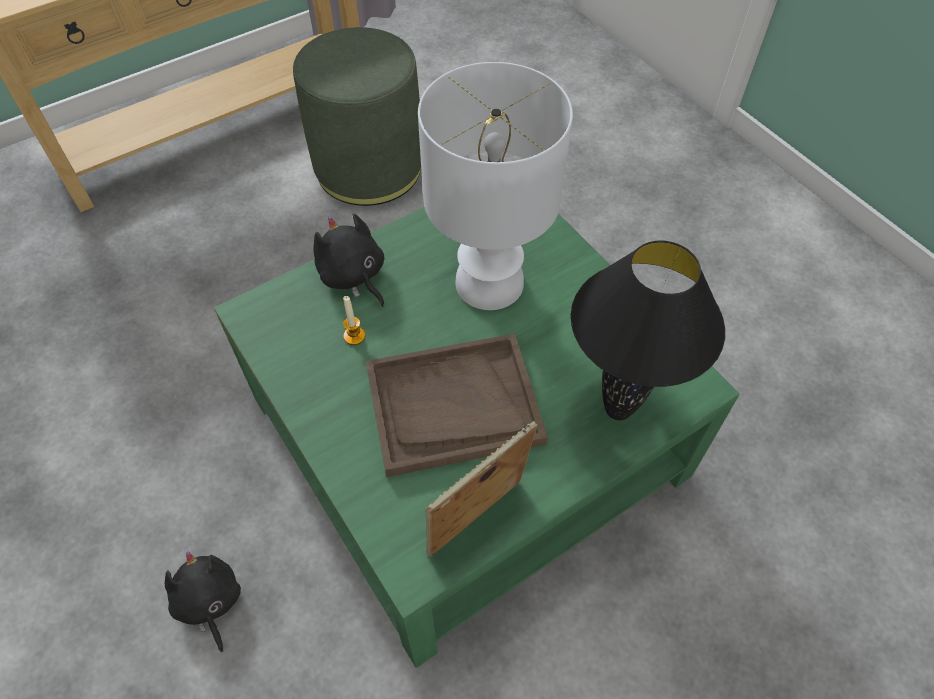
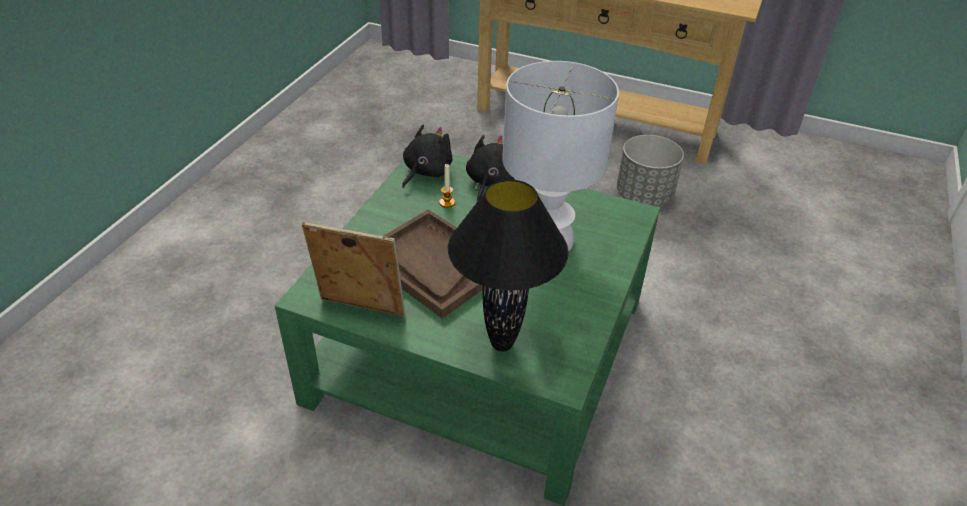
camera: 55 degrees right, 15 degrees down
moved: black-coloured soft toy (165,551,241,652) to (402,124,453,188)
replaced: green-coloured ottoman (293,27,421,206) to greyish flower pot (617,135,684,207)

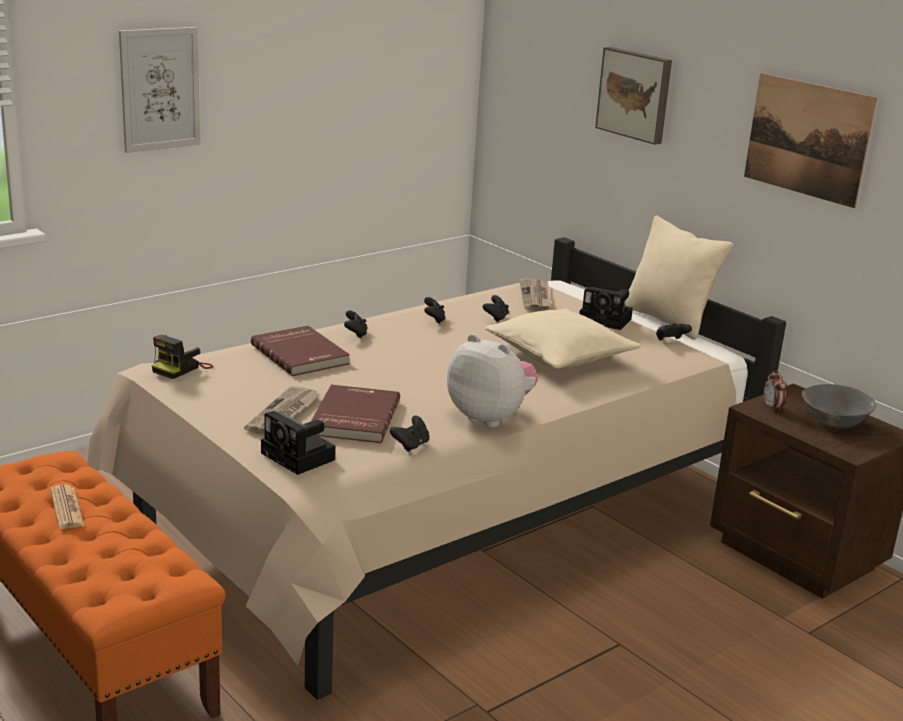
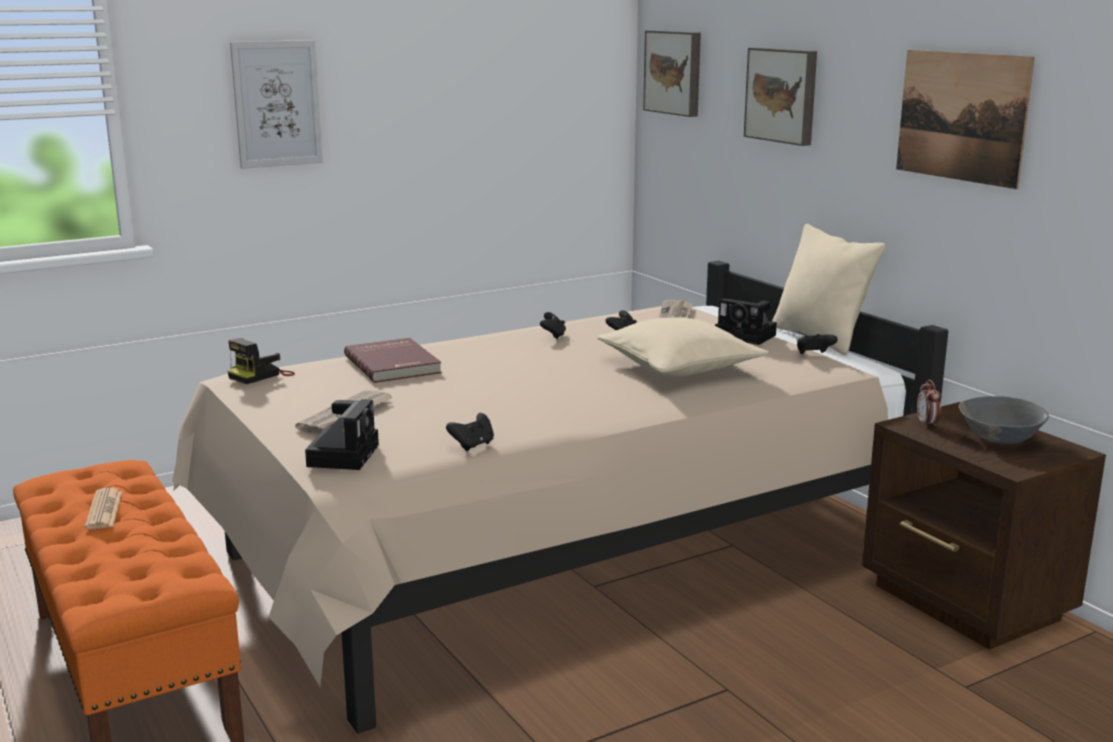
camera: 10 degrees right, 5 degrees down
removed: black-coloured game controller (344,310,367,338); soft toy (447,334,538,428); red volume (311,385,400,443)
added: picture (643,30,701,117)
turned: photo camera (261,411,336,475) = (305,399,379,470) 135 degrees counterclockwise

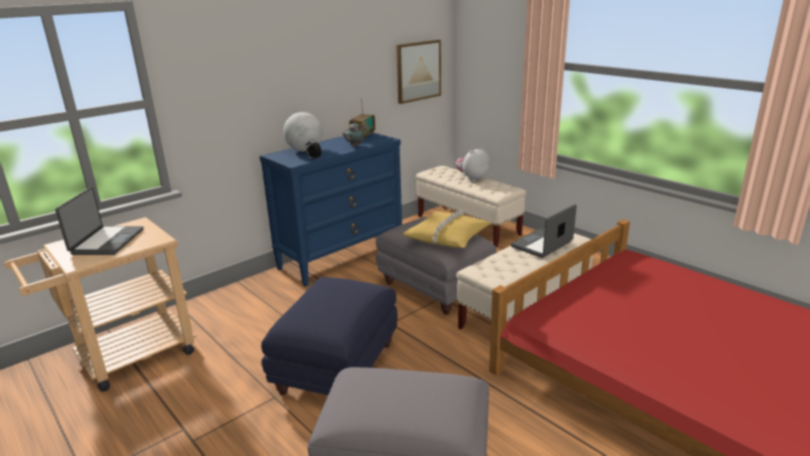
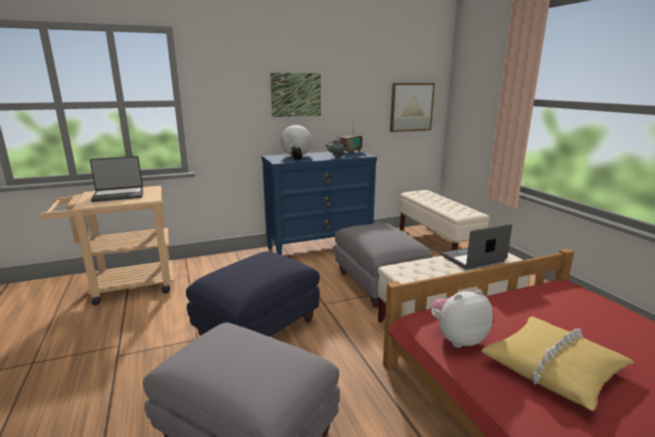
camera: 20 degrees right, 5 degrees down
added: picture (270,73,321,117)
moved: soft toy (455,147,490,181) to (430,289,493,348); yellow-coloured throw pillow (403,210,492,248) to (481,316,635,411)
turned: notebook computer (55,187,144,255) = (90,156,143,202) 45 degrees clockwise

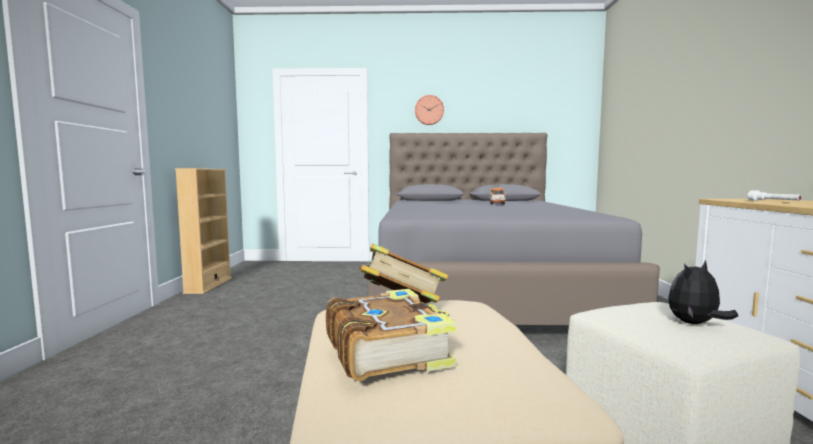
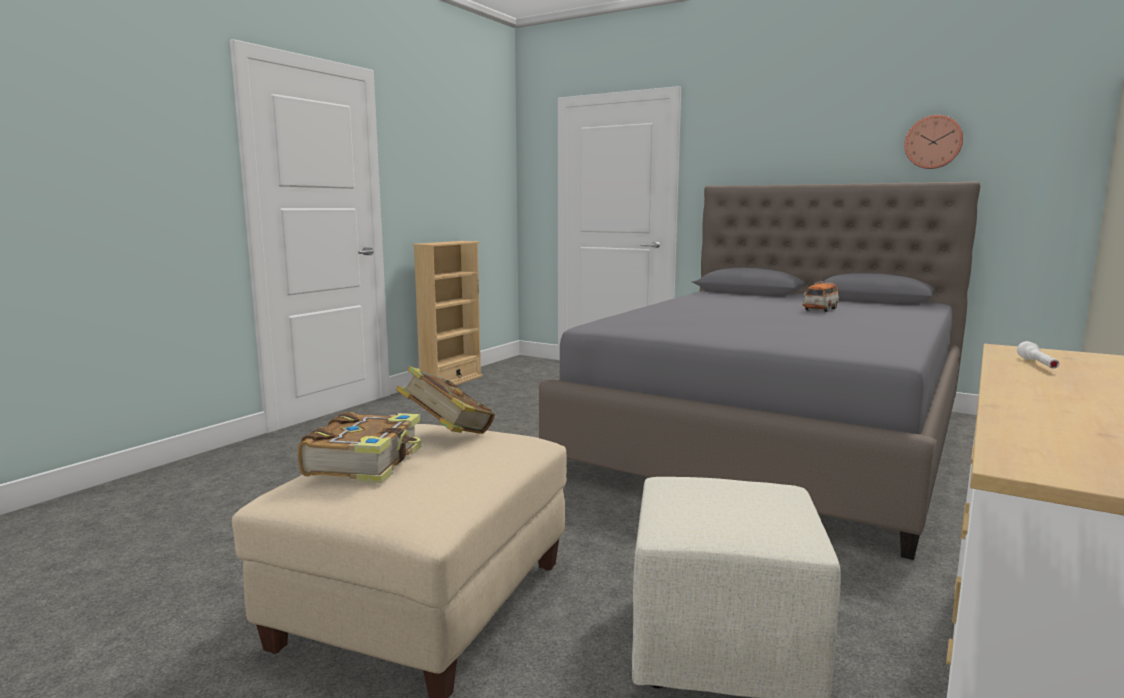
camera: 30 degrees right, 5 degrees up
removed: soft toy (668,260,738,324)
moved: clock on the wall (415,95,444,125) to (904,115,963,169)

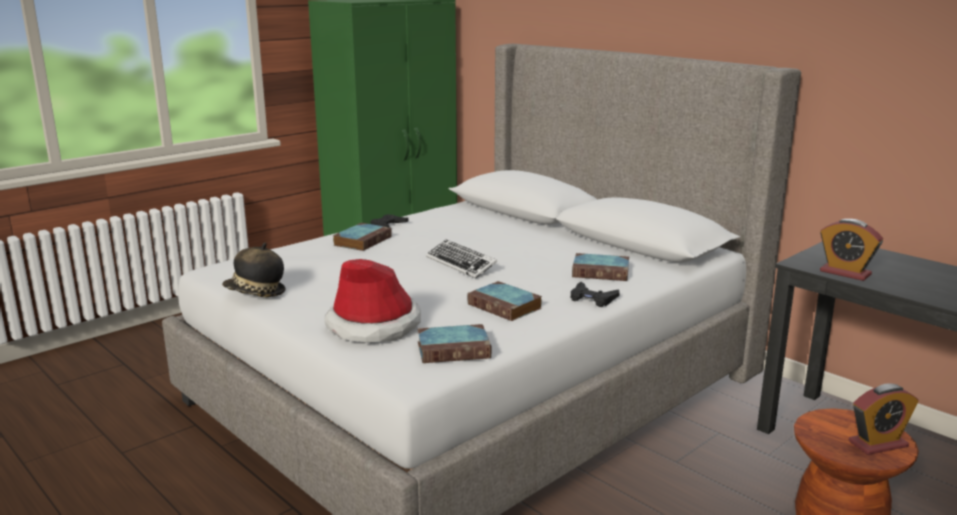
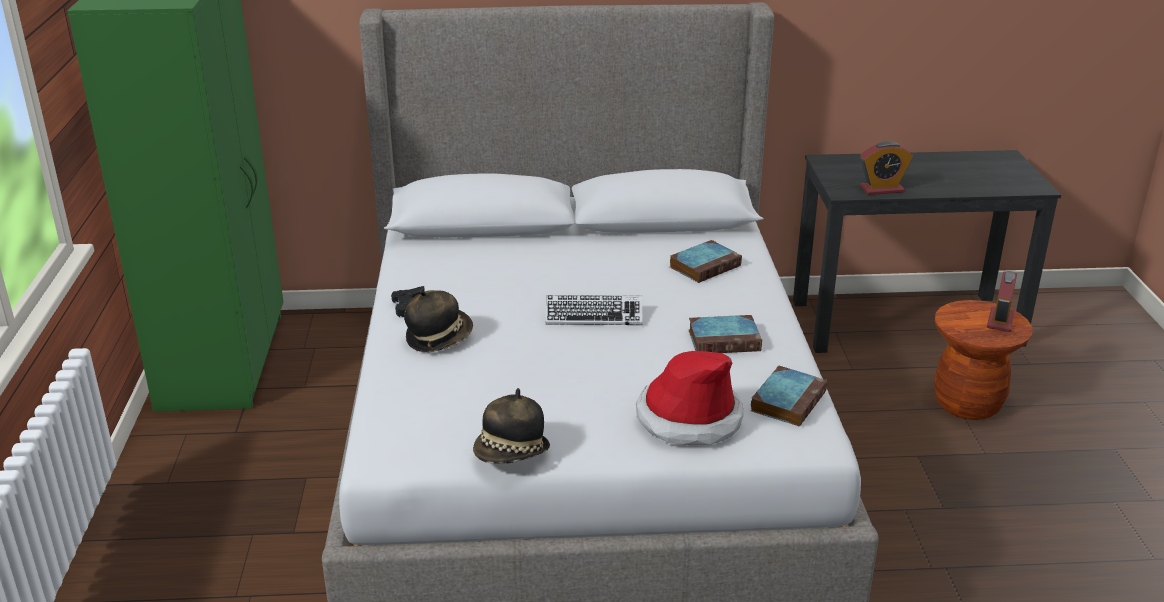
camera: 50 degrees left, 10 degrees up
removed: black-coloured game controller (571,282,620,307)
replaced: volume (333,223,392,251) to wearable hat (404,290,473,352)

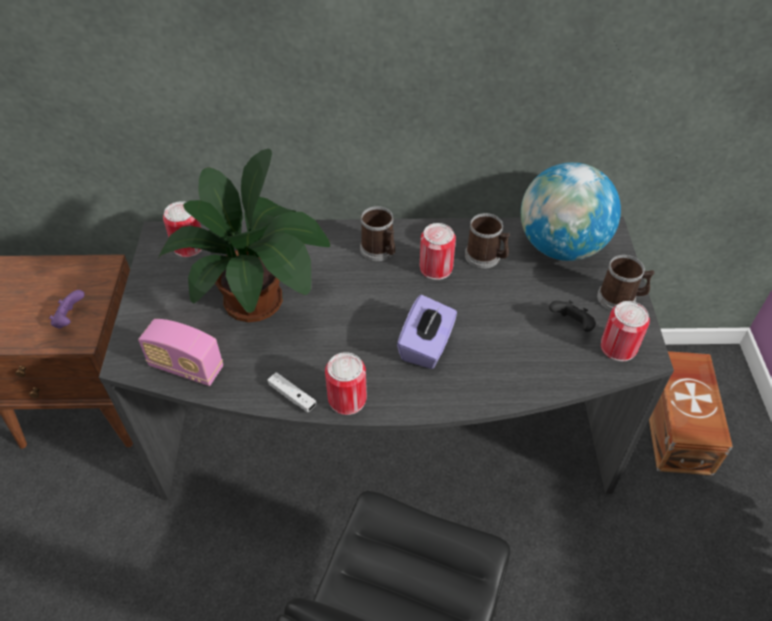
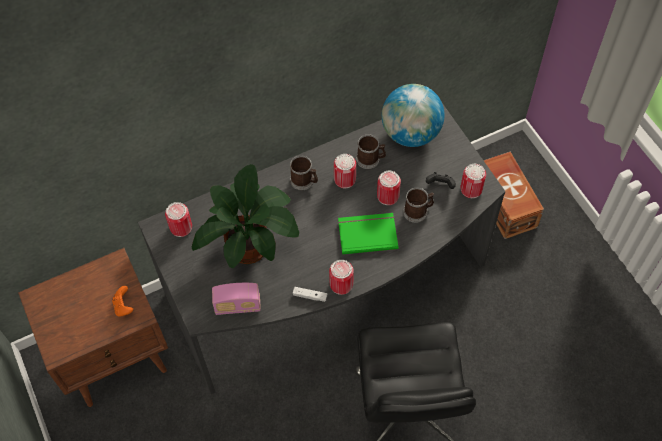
camera: 25 degrees left, 10 degrees up
added: can (377,170,401,205)
moved: tea mug (597,255,654,311) to (403,188,434,223)
replaced: purple box of tissues (397,295,457,369) to green-coloured volume (338,213,398,255)
recoloured: purple game controller (49,290,85,329) to orange-coloured game controller (112,286,133,317)

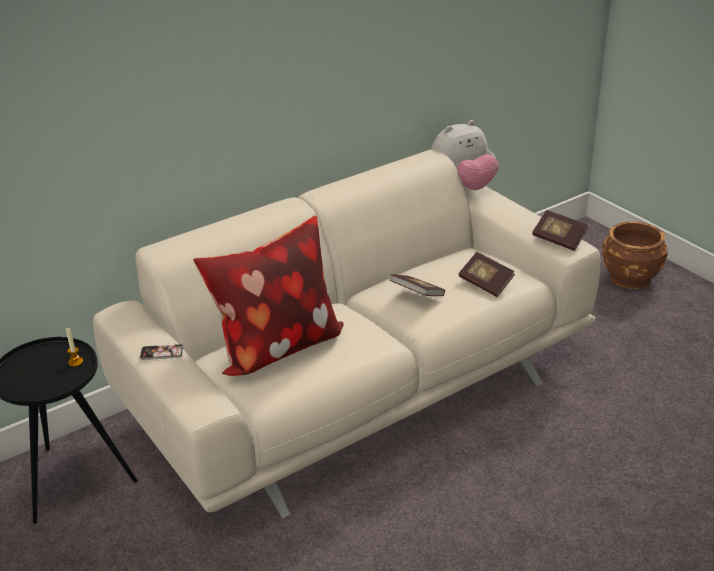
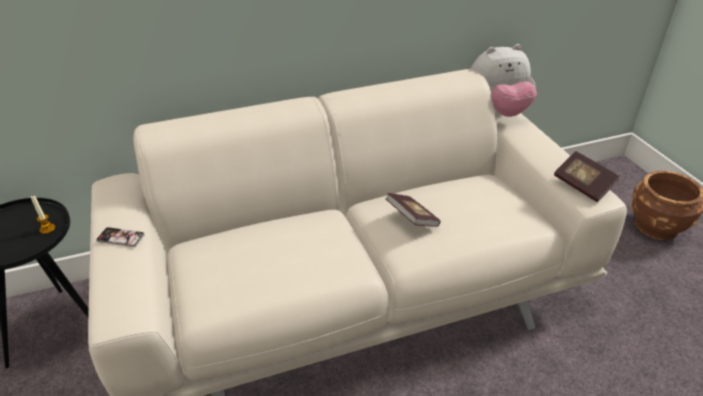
camera: 15 degrees right, 5 degrees up
removed: throw pillow (193,216,344,376); volume (459,252,515,297)

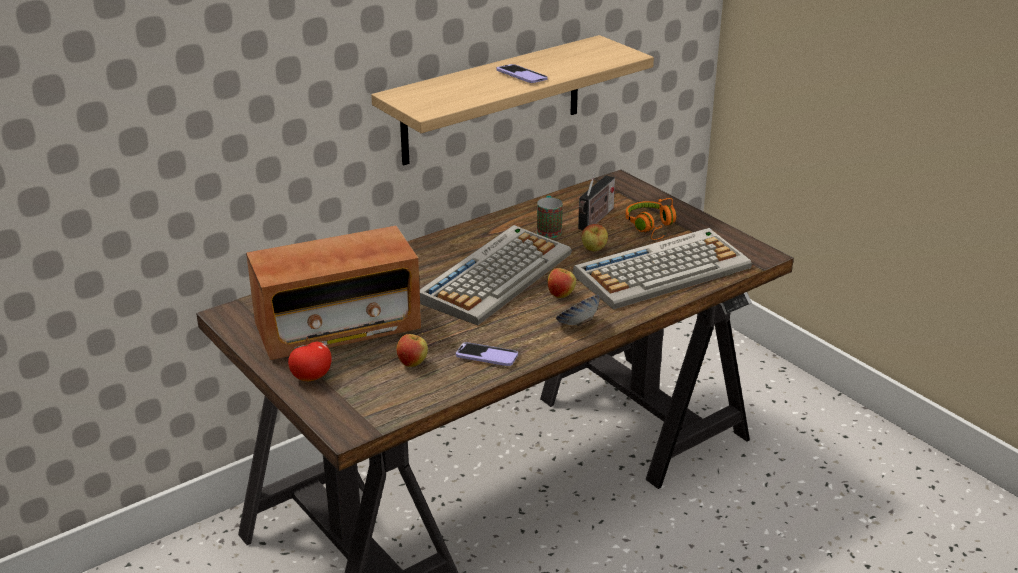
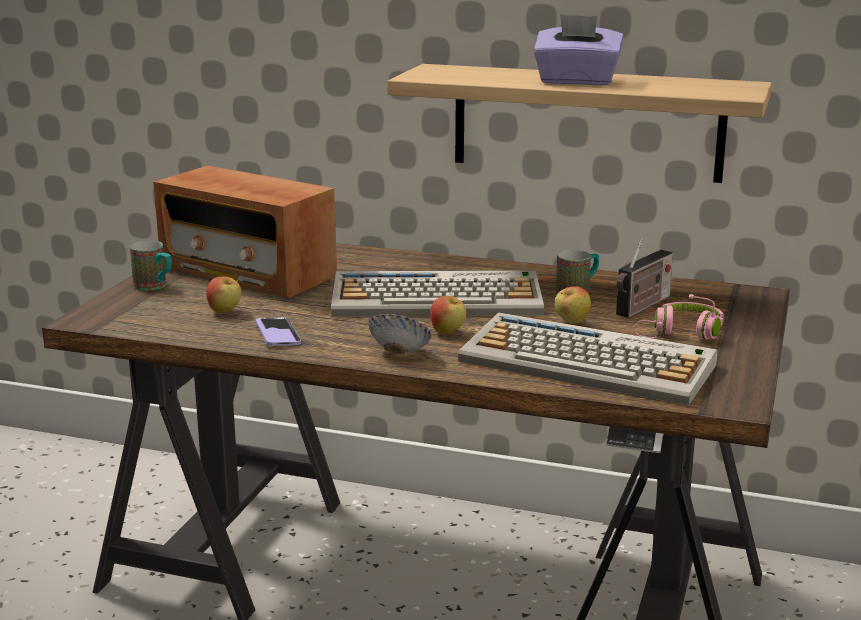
camera: 55 degrees right, 10 degrees down
replaced: handset (496,64,548,83) to purple box of tissues (534,14,623,85); whole apple (288,337,332,381) to tea mug (130,241,172,291)
recoloured: orange-coloured pair of headphones (626,198,677,240) to pink pair of headphones (634,294,724,340)
turned: radio receiver (578,173,615,230) = (616,238,673,318) 45 degrees counterclockwise

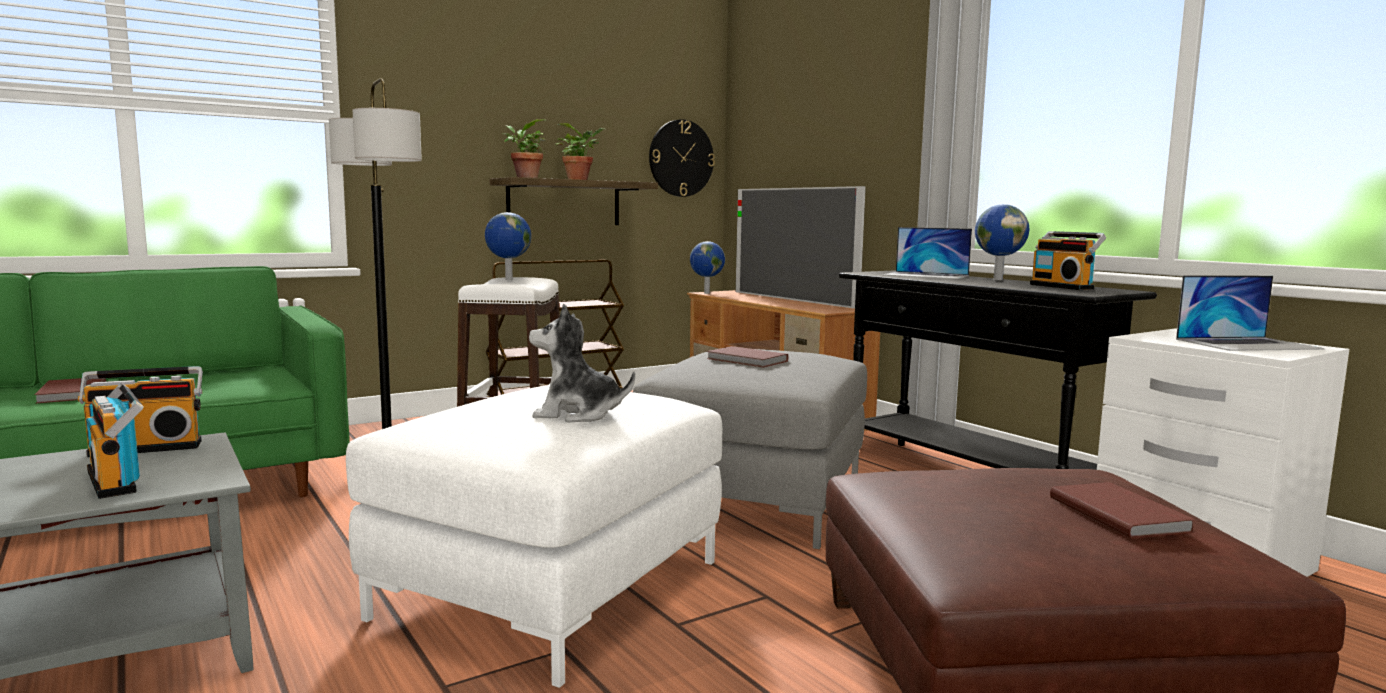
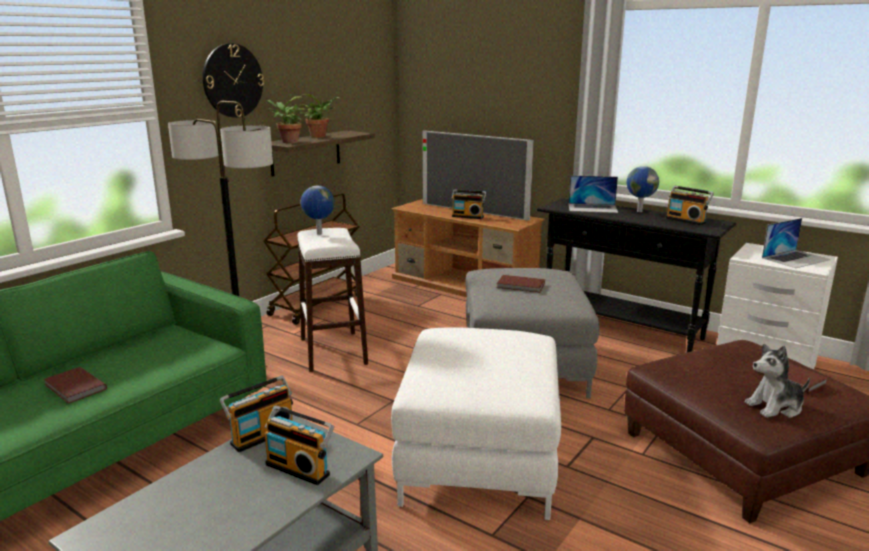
camera: 20 degrees left, 10 degrees up
removed: globe (690,241,725,294)
added: radio receiver (451,189,487,219)
moved: clock on the wall (649,119,715,197) to (203,43,264,118); soft toy (529,304,635,422) to (745,344,810,418)

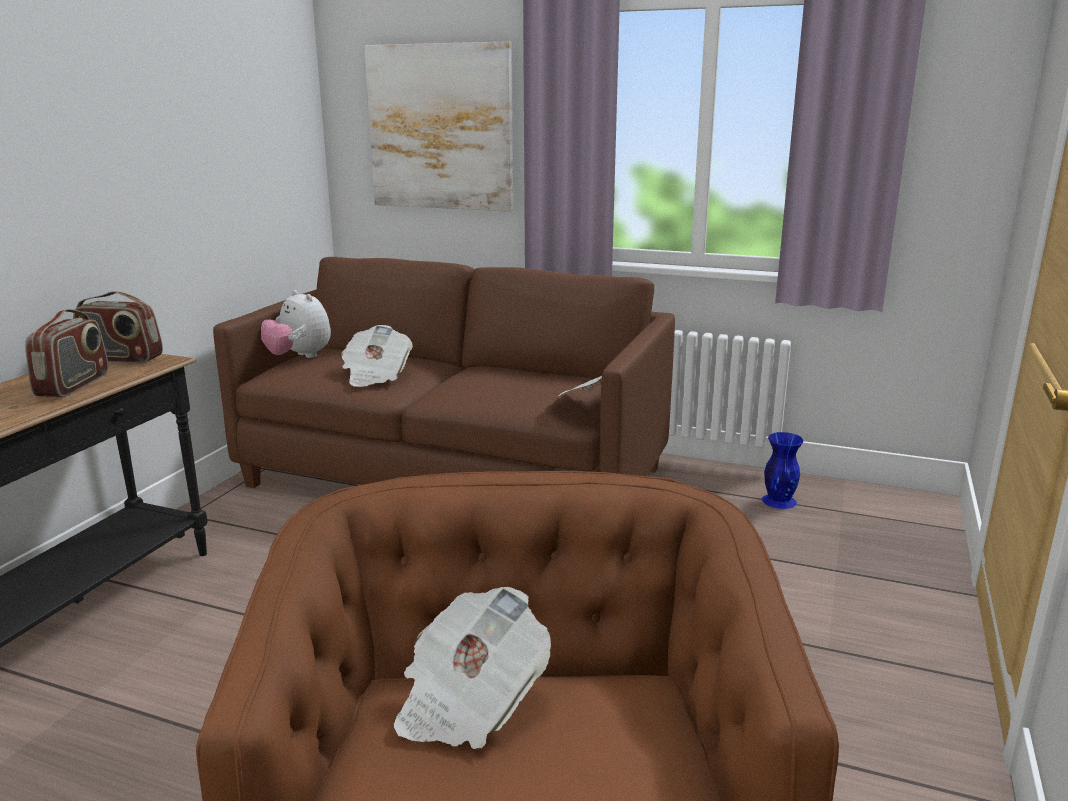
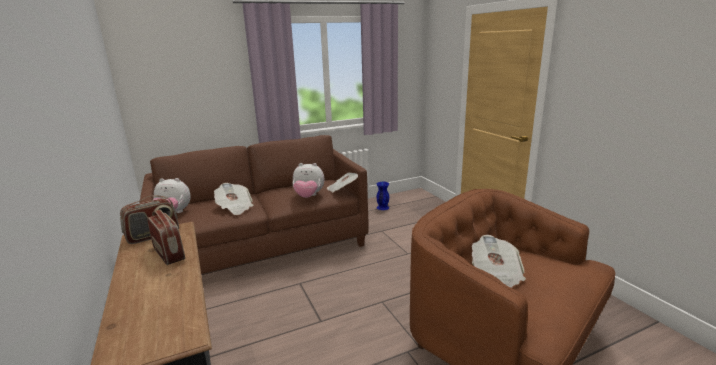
camera: 45 degrees left, 0 degrees up
removed: picture (364,41,513,211)
added: soft toy (293,163,324,198)

